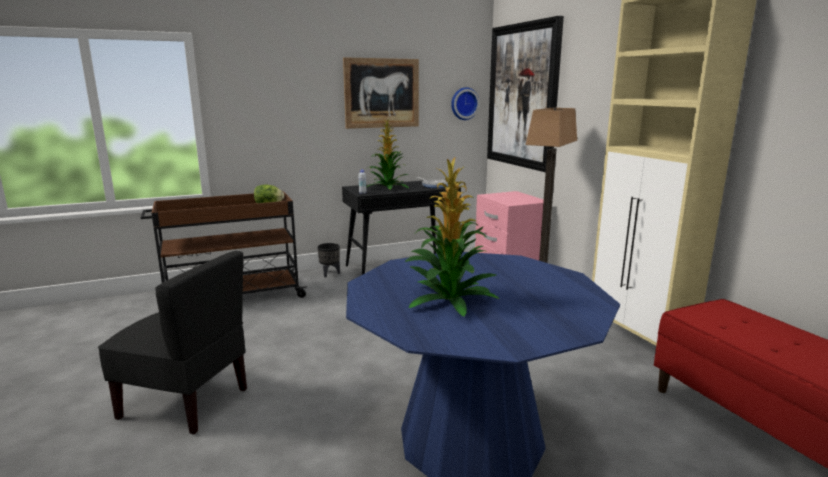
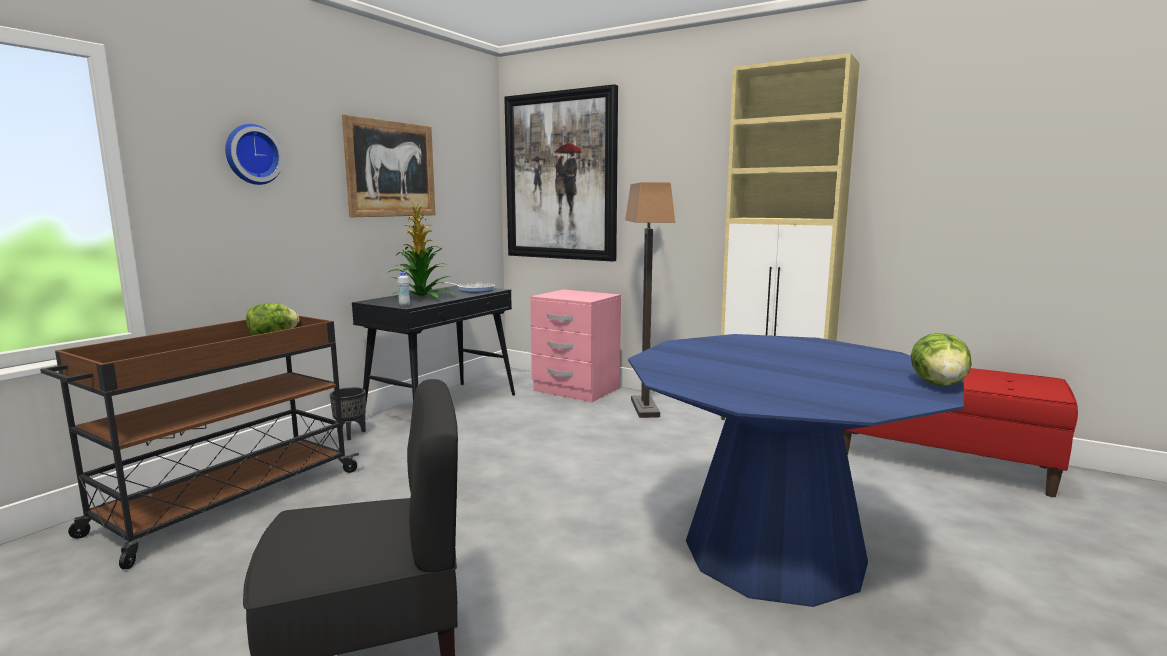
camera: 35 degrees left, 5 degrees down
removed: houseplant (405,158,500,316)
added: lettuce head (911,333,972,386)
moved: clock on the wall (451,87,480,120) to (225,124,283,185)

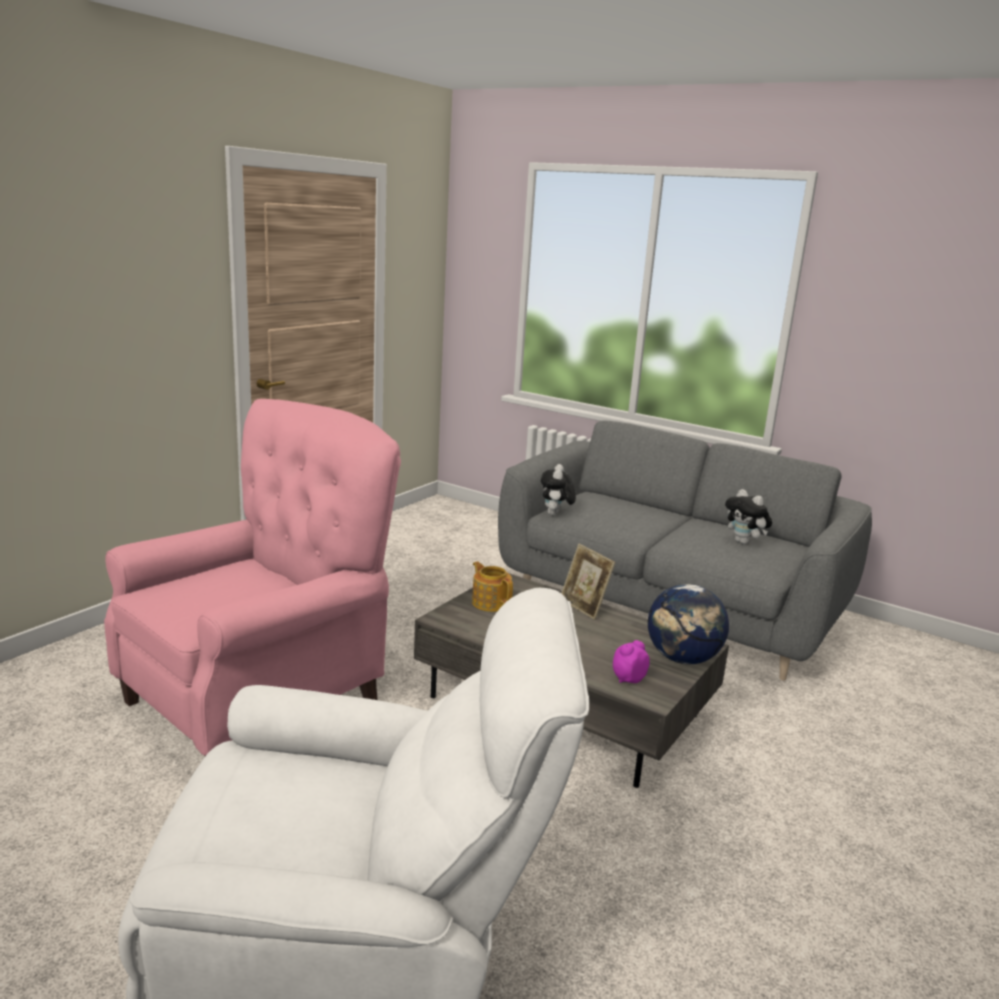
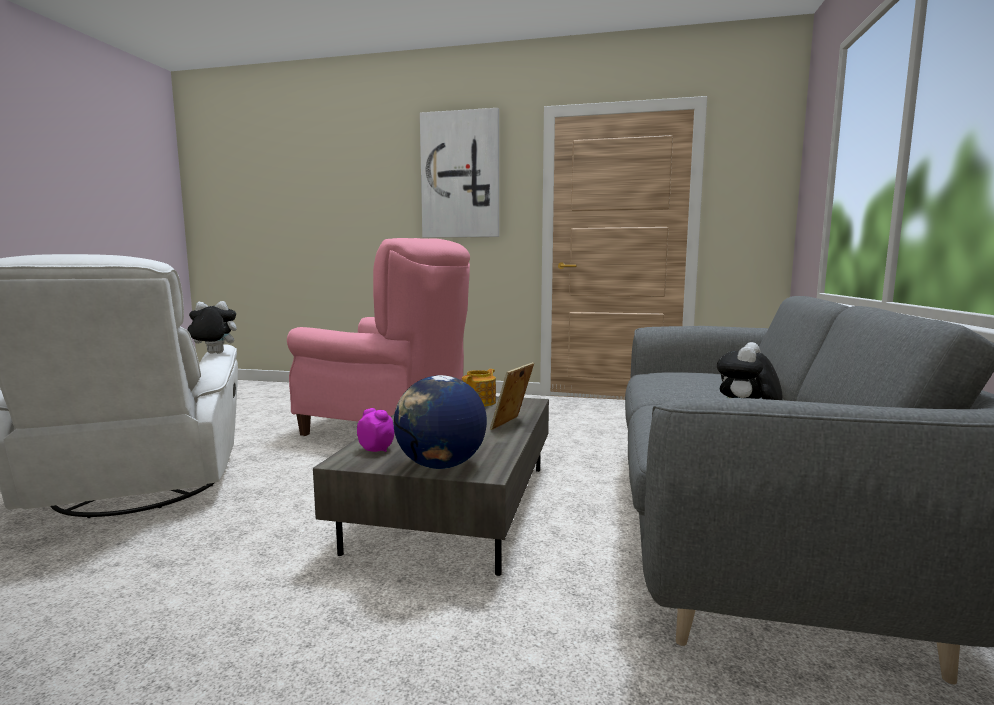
camera: 70 degrees right, 10 degrees down
added: picture (420,108,499,238)
moved: soft toy (541,464,576,515) to (188,301,237,353)

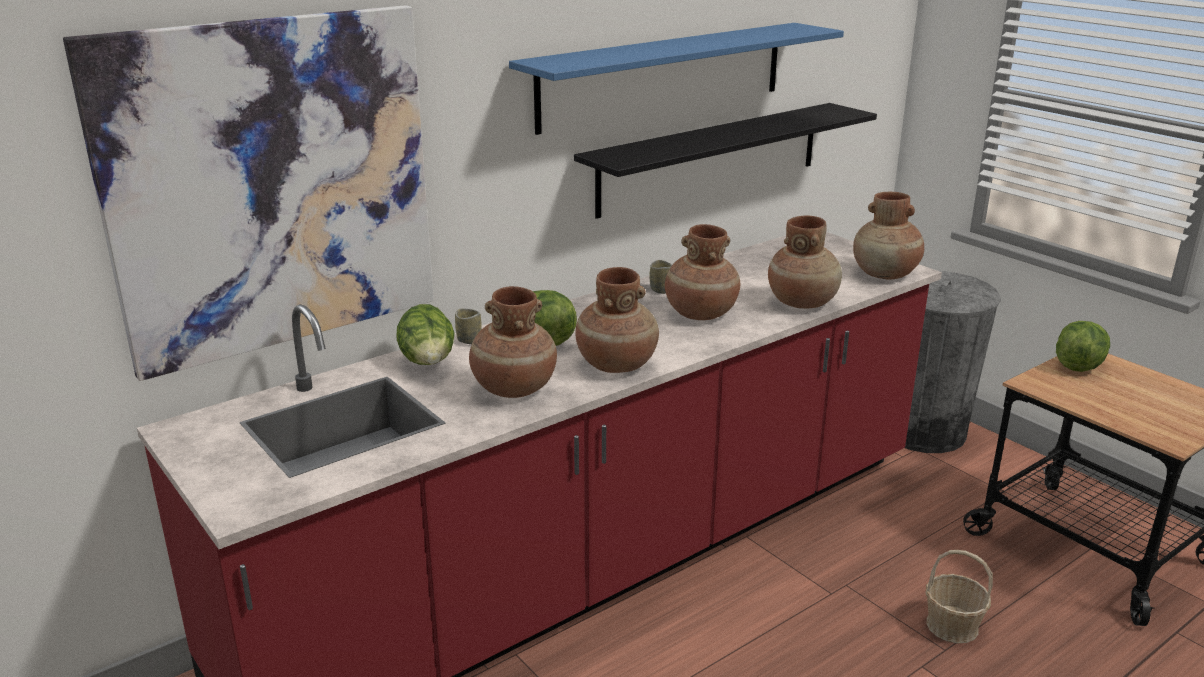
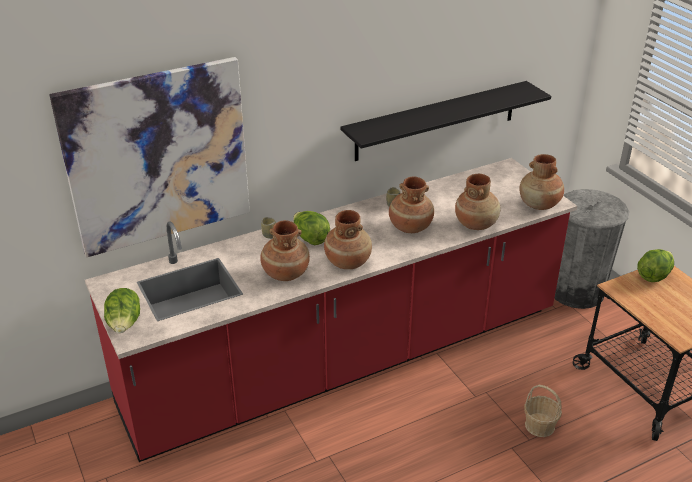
camera: 10 degrees right, 10 degrees up
removed: blue-coloured shelf (509,23,844,135)
moved: lettuce head (396,304,455,365) to (104,288,140,333)

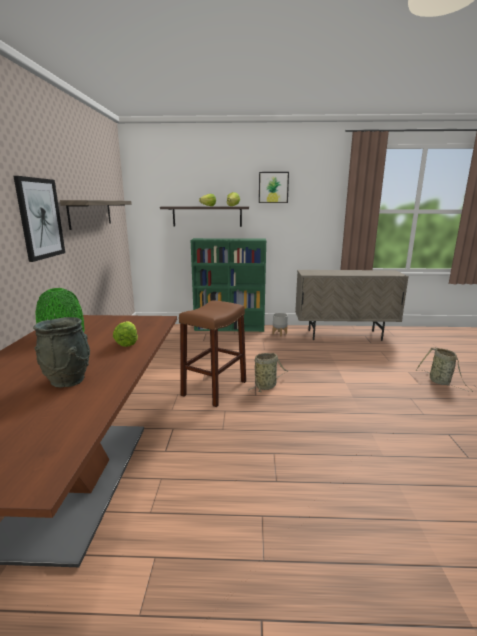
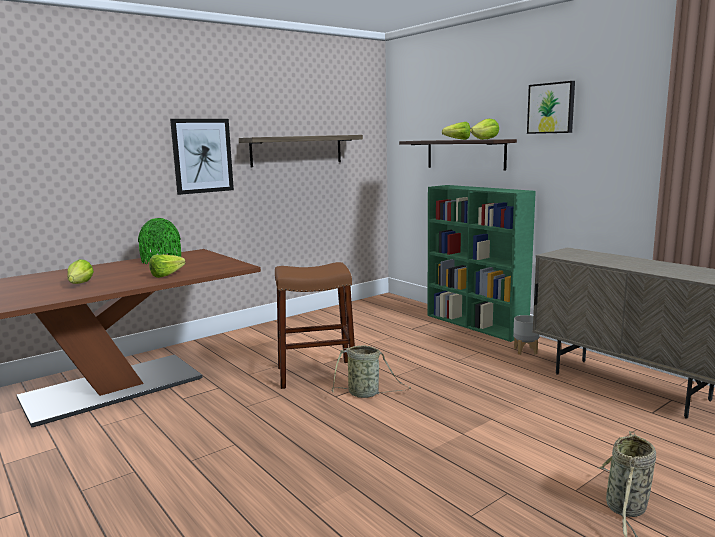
camera: 50 degrees right, 5 degrees down
replaced: greyish flower vase (33,317,90,388) to lettuce head (67,259,94,284)

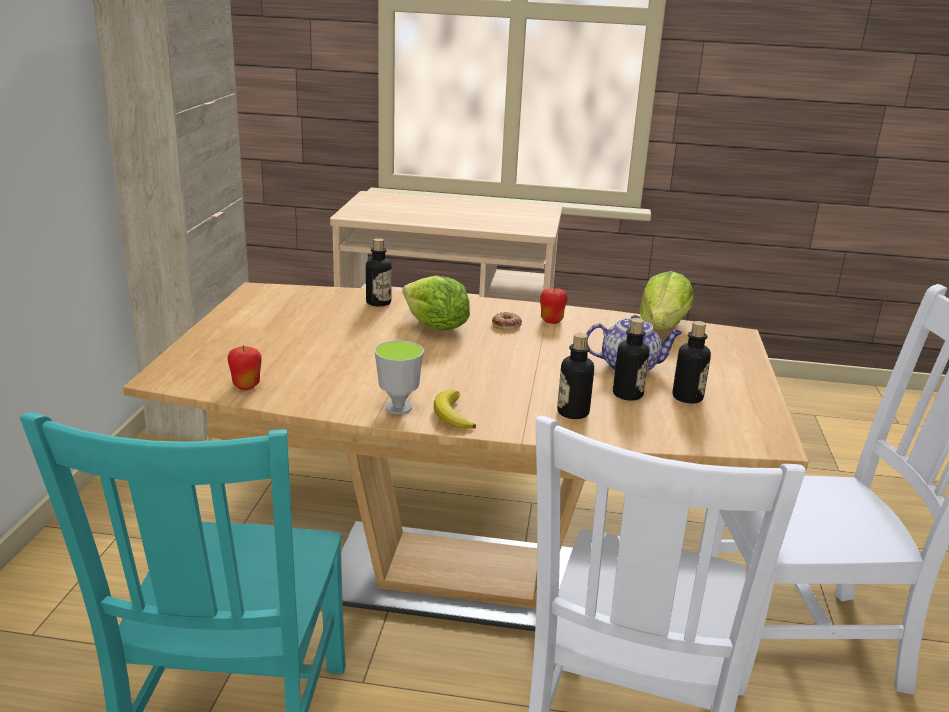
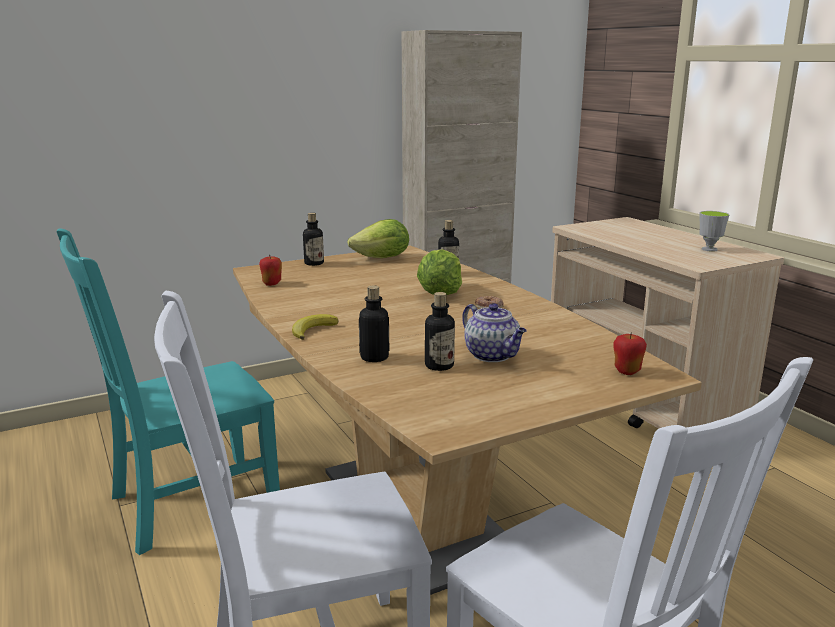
camera: 55 degrees right, 5 degrees down
moved: lettuce head (639,271,693,330) to (347,219,409,258); whole apple (540,287,568,324) to (614,332,647,375); beverage bottle (673,321,711,404) to (303,213,324,266); small cup (375,340,424,414) to (699,211,729,252)

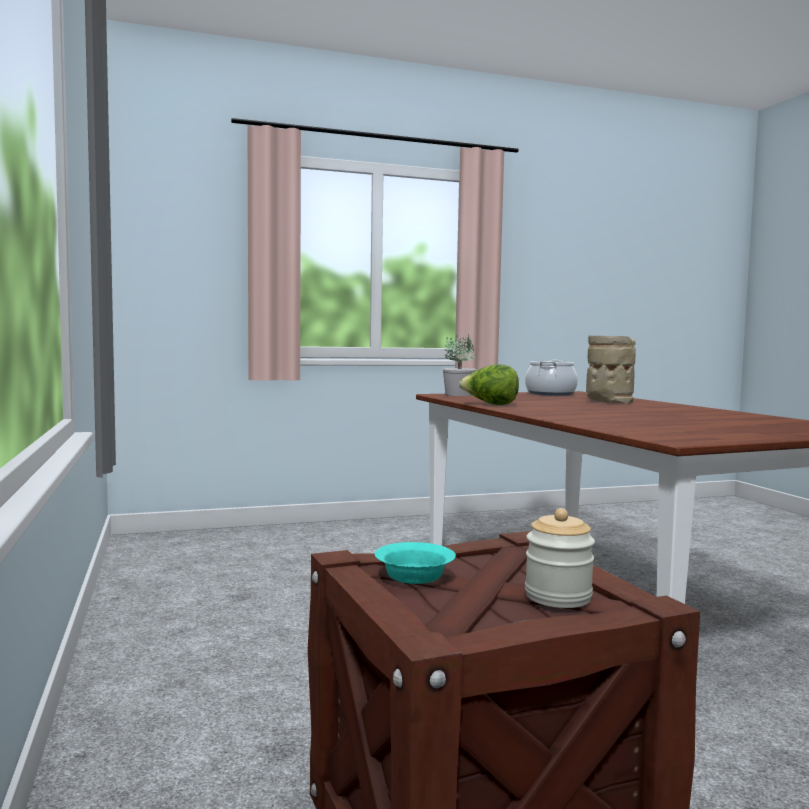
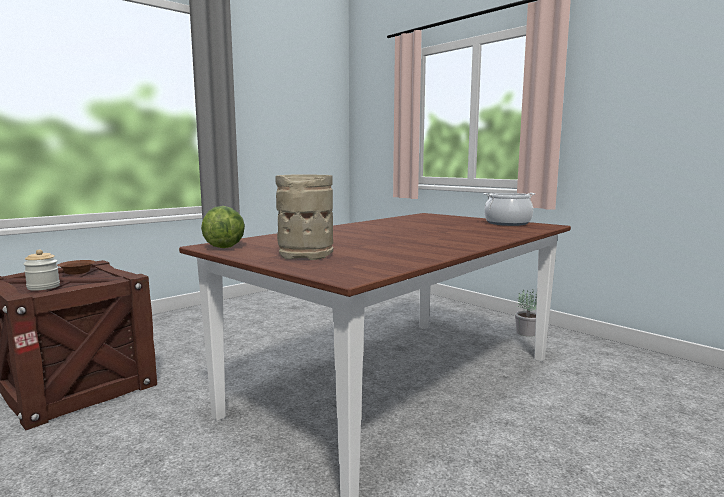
camera: 65 degrees right, 5 degrees up
moved: houseplant (443,334,476,396) to (515,290,537,337); beige-coloured flower vase (586,336,636,404) to (275,174,333,260); lettuce head (459,364,519,405) to (201,206,245,248)
recoloured: blue-green bowl (375,542,456,584) to brownish bowl (57,260,95,275)

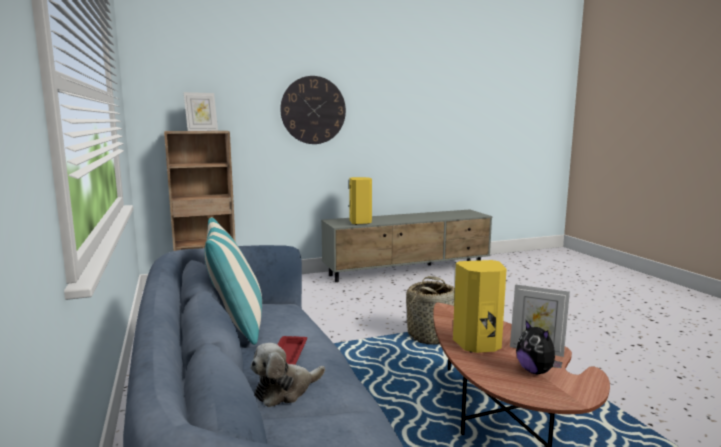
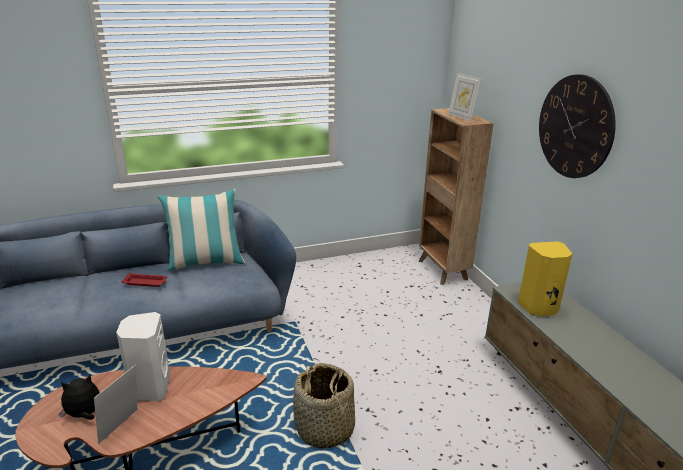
camera: 90 degrees right, 15 degrees up
removed: soft toy (250,343,325,407)
recoloured: yellow-coloured speaker (453,260,507,353) to whitish speaker (116,312,170,401)

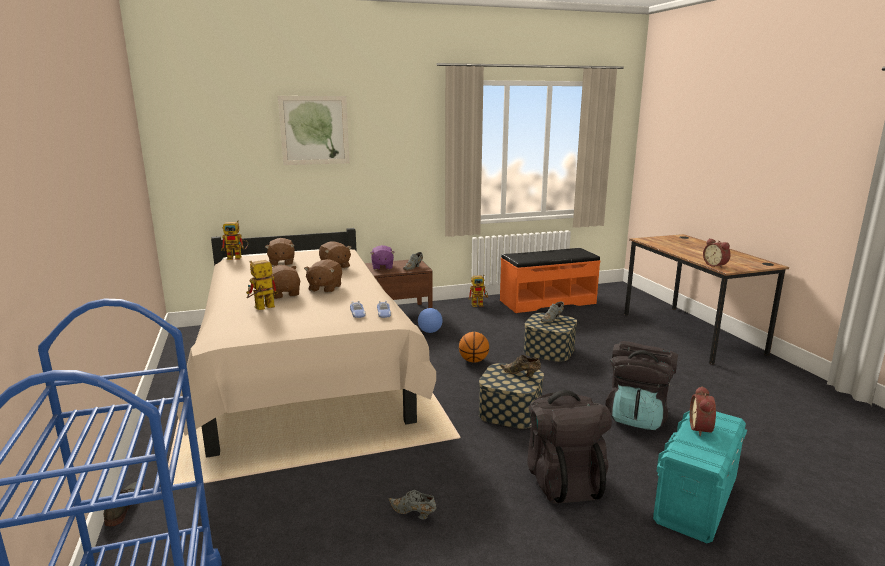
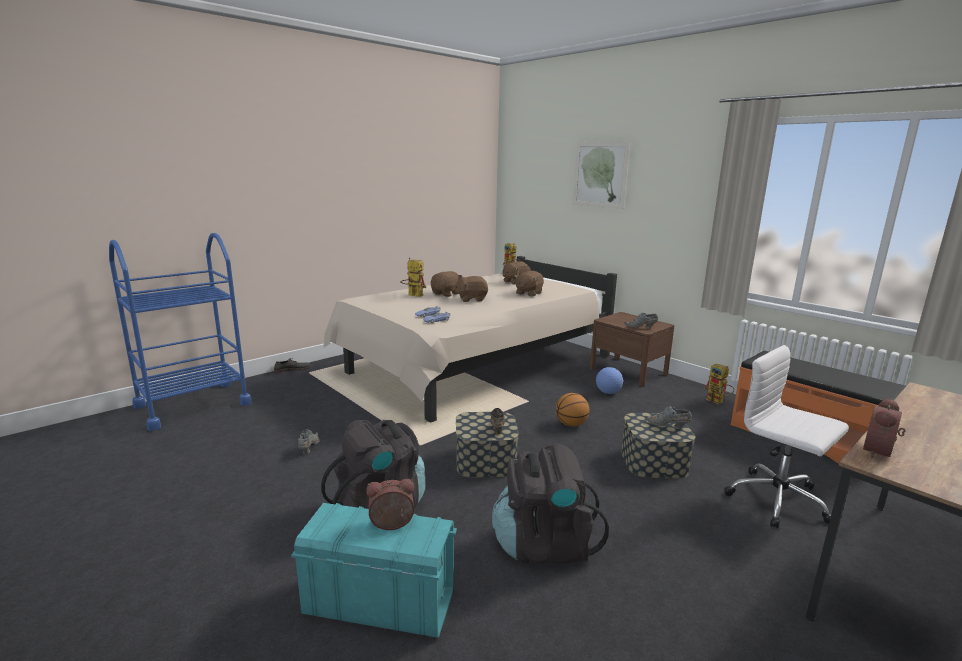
camera: 65 degrees right, 0 degrees up
removed: purple soft toy (370,245,395,270)
added: whitish desk chair (724,345,849,528)

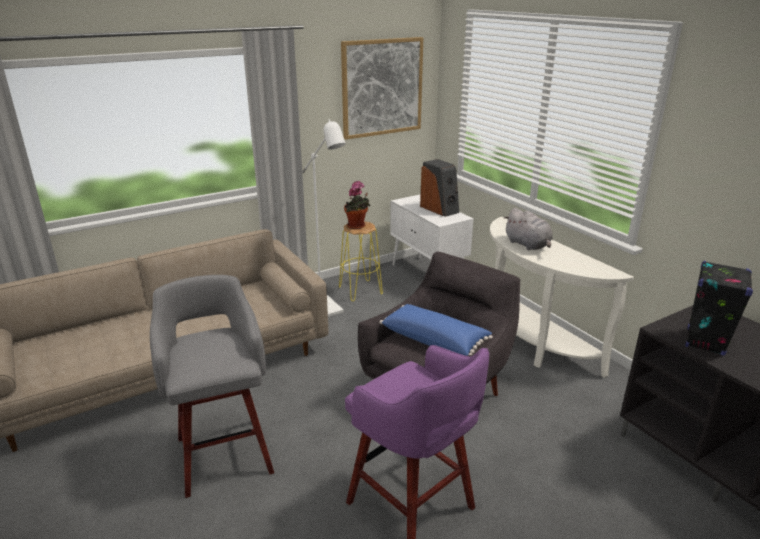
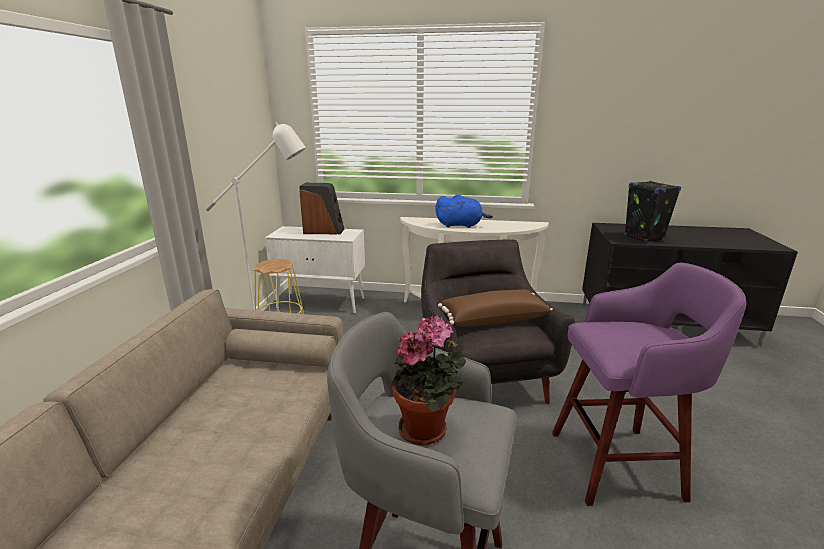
camera: 50 degrees left, 5 degrees down
removed: picture (341,37,423,140)
moved: houseplant (344,181,370,229) to (392,316,466,445)
recoloured: greyish soft toy (504,208,553,250) to blue-coloured soft toy (436,194,493,228); blue-coloured throw pillow (379,304,493,356) to brownish throw pillow (438,289,552,327)

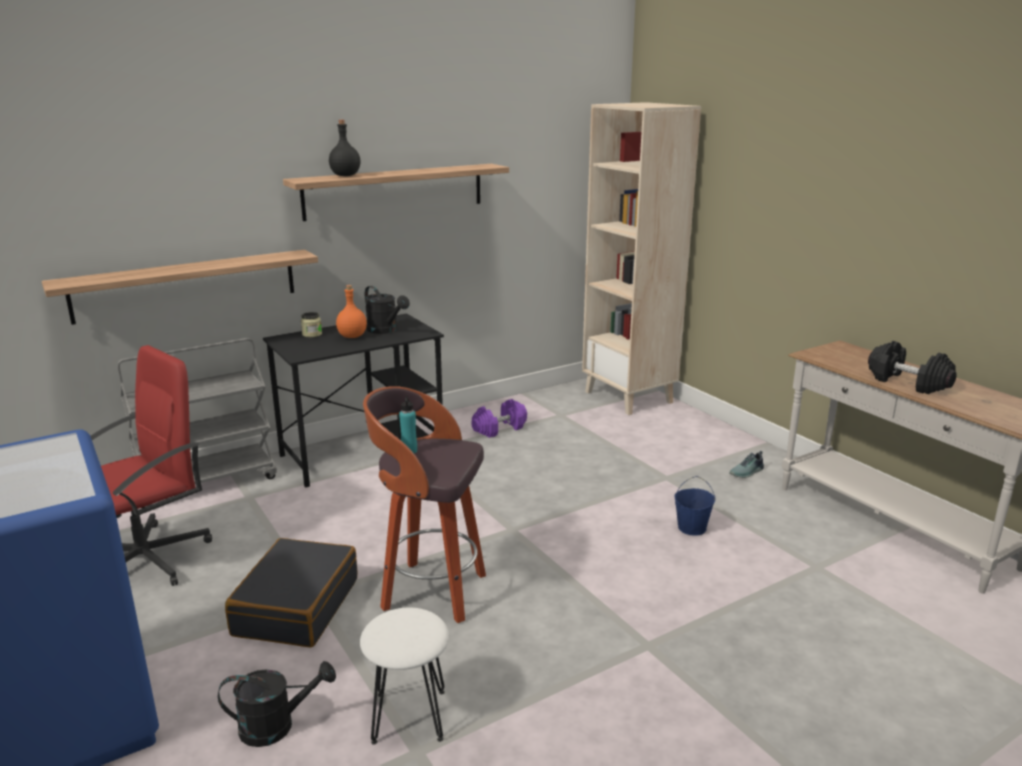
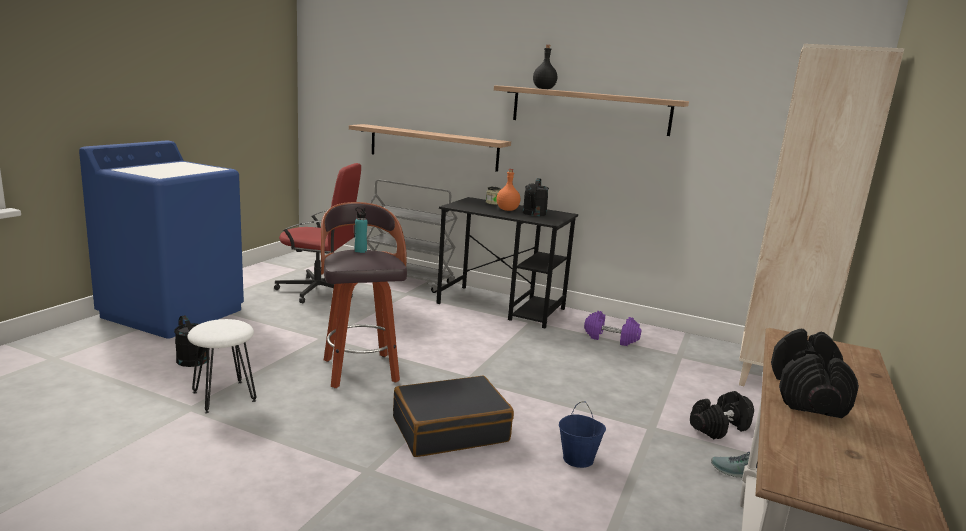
camera: 55 degrees right, 5 degrees down
added: black-coloured free weight (690,391,754,439)
moved: black-coloured travel case (225,538,358,648) to (393,375,514,457)

